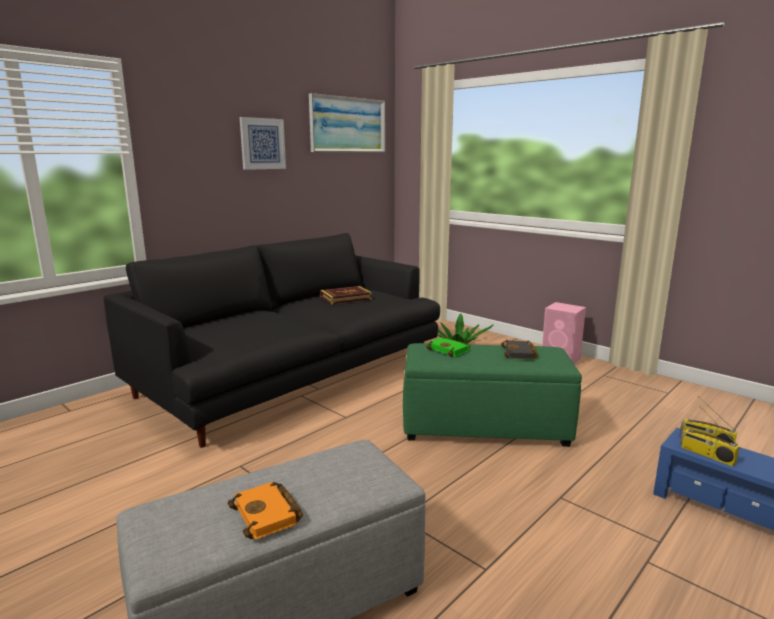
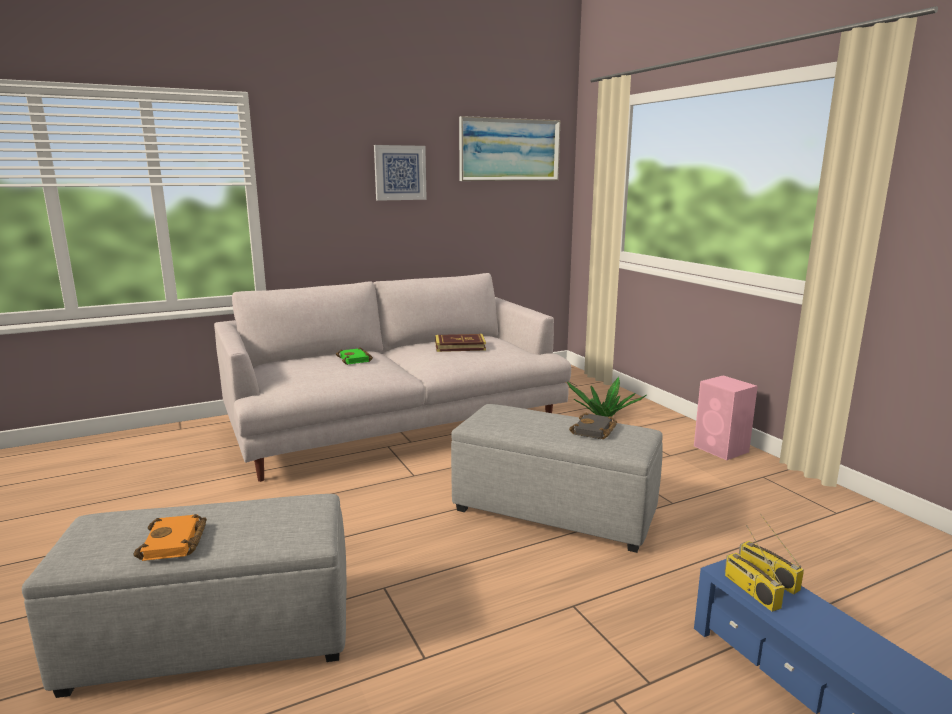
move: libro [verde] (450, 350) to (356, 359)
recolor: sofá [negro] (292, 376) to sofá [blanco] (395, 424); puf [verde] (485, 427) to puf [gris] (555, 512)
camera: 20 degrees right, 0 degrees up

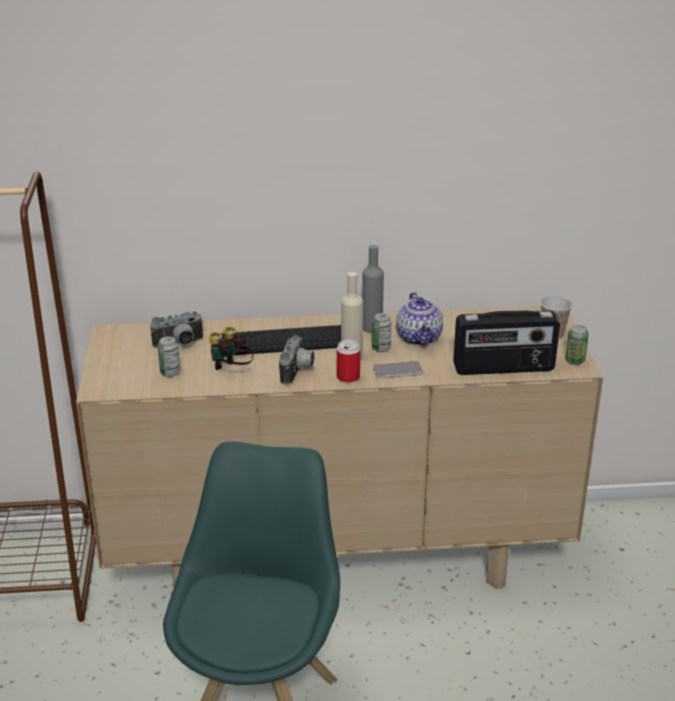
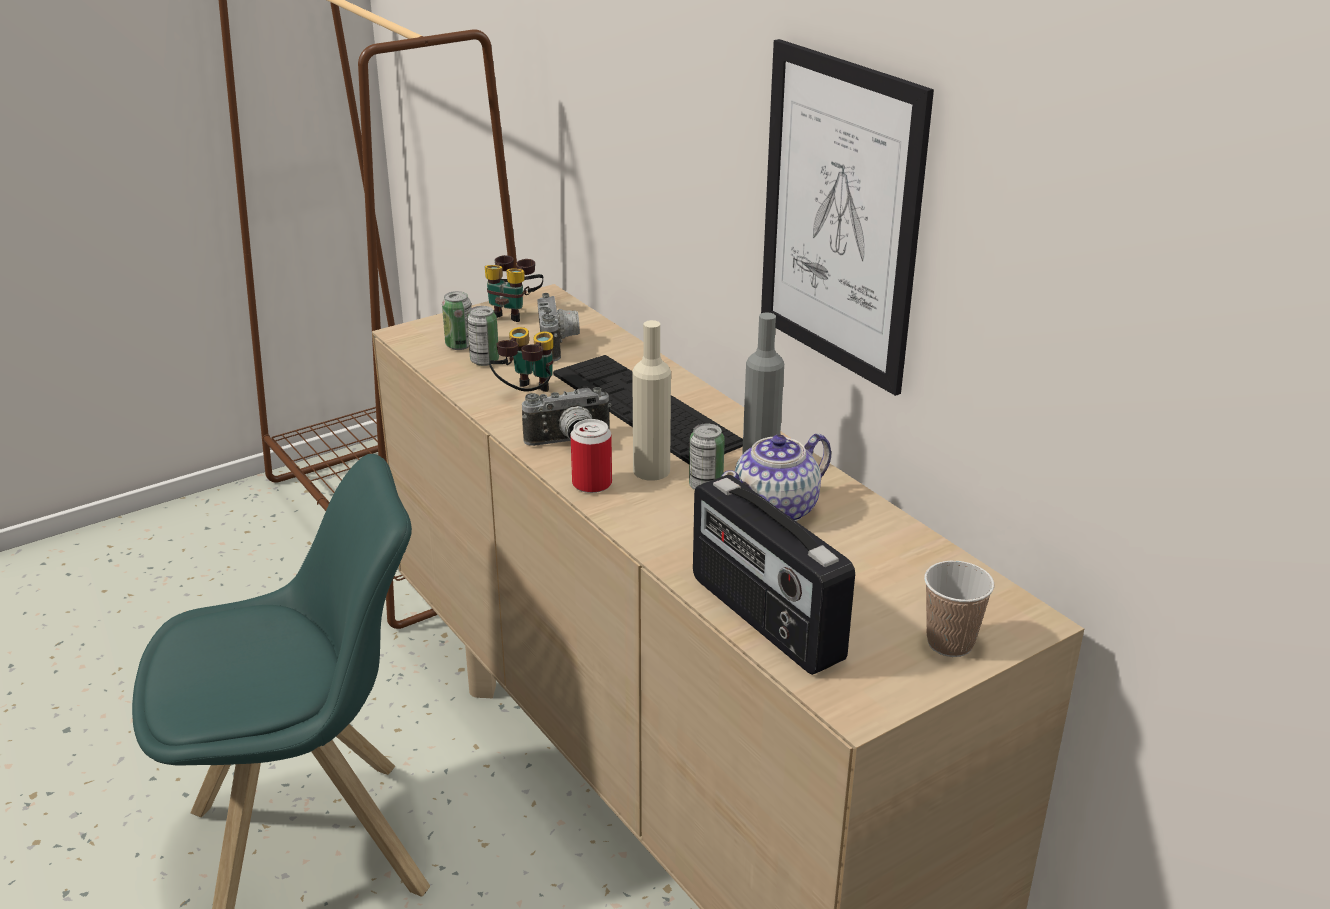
delete: móvil (397, 370)
insert: prismáticos (514, 313); cuadro (840, 216)
move: lata (575, 361) to (459, 345)
rotate: cámara (179, 344) = (559, 345) 135 degrees counterclockwise
camera: 60 degrees right, 0 degrees up

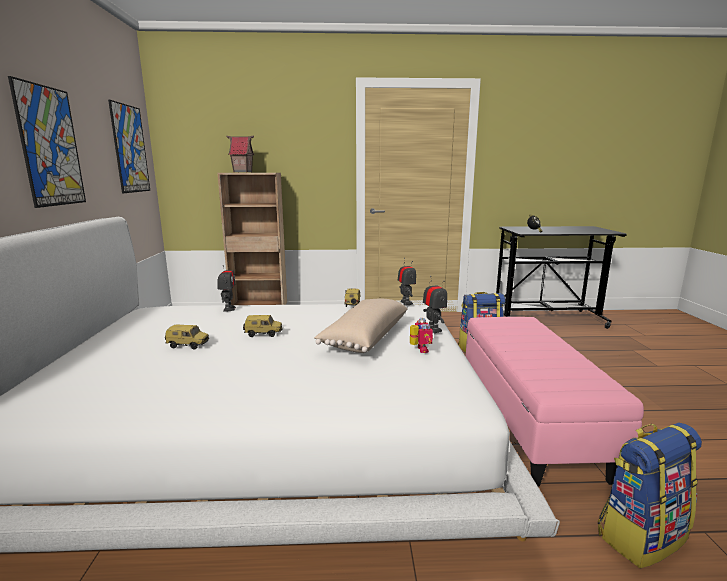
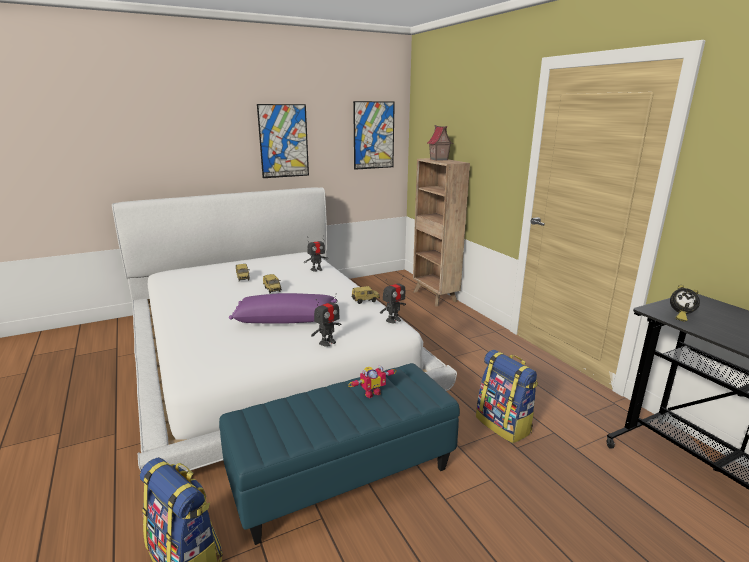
move: robot de juguete (419, 349) to (371, 392)
recolor: puf [rosa] (527, 422) to puf [azul] (343, 478); cojín [beis] (364, 337) to cojín [morado] (286, 319)
camera: 65 degrees right, 5 degrees up

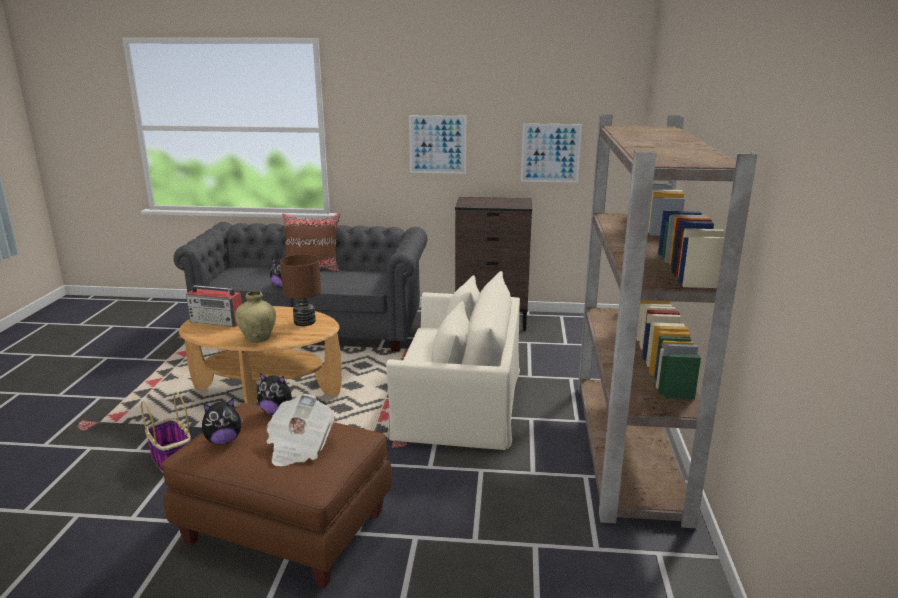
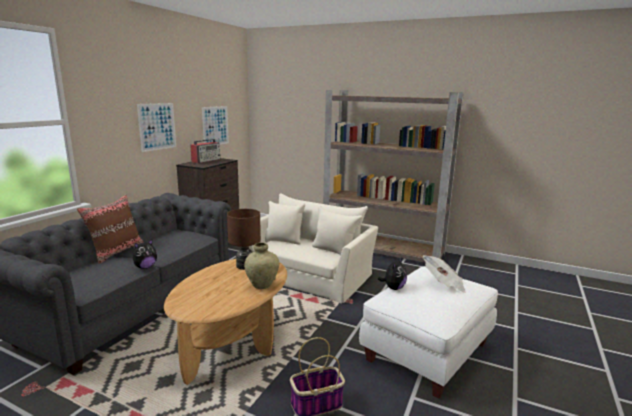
delete: peluche (223, 440)
move: radio (217, 321) to (206, 160)
recolor: puf [marrón] (287, 527) to puf [blanco] (427, 351)
camera: 70 degrees left, 5 degrees down

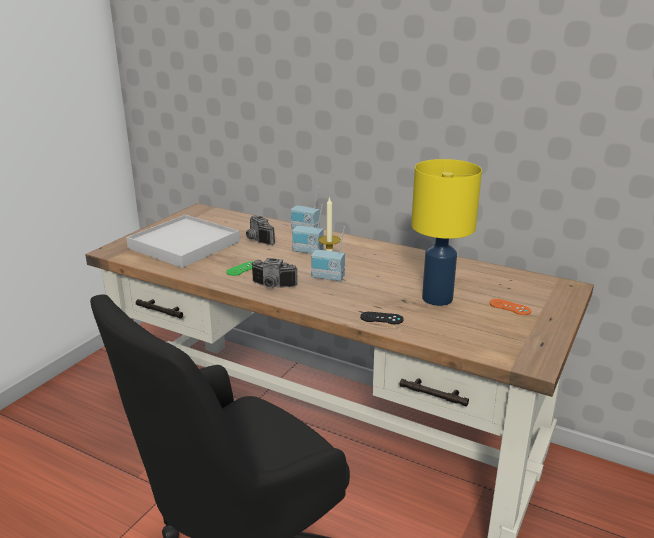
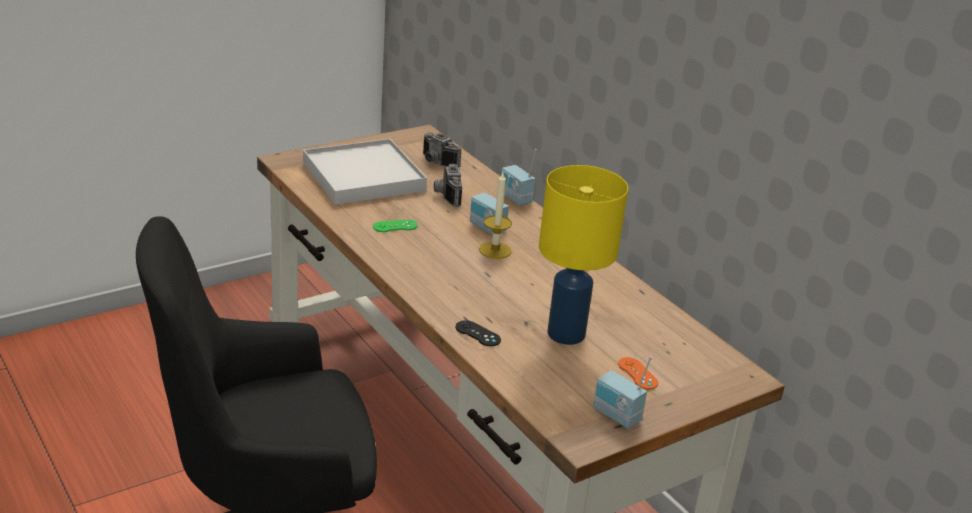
move: cámara (272, 286) to (436, 163); radio (327, 278) to (615, 416)
camera: 25 degrees right, 5 degrees up

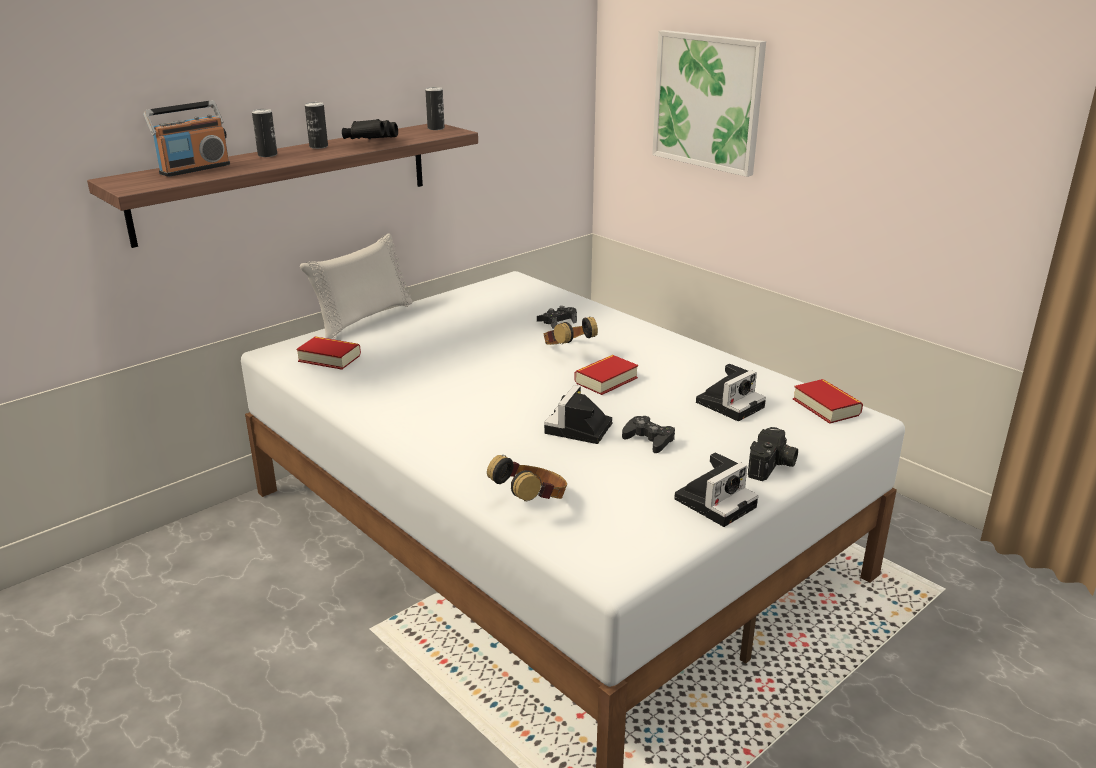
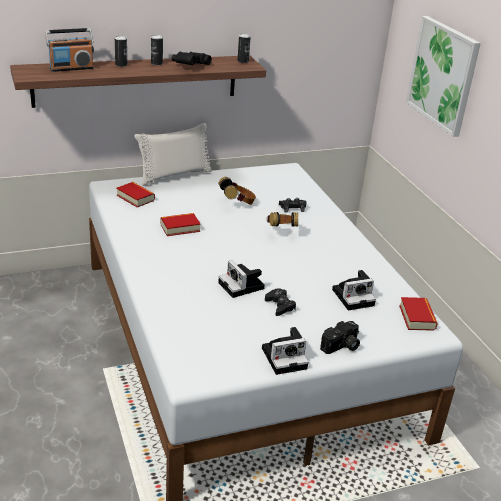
move: libro (606, 380) to (180, 228); auriculares (531, 502) to (237, 203)
rotate: cámara (578, 430) = (242, 286) 75 degrees counterclockwise
camera: 20 degrees right, 5 degrees up

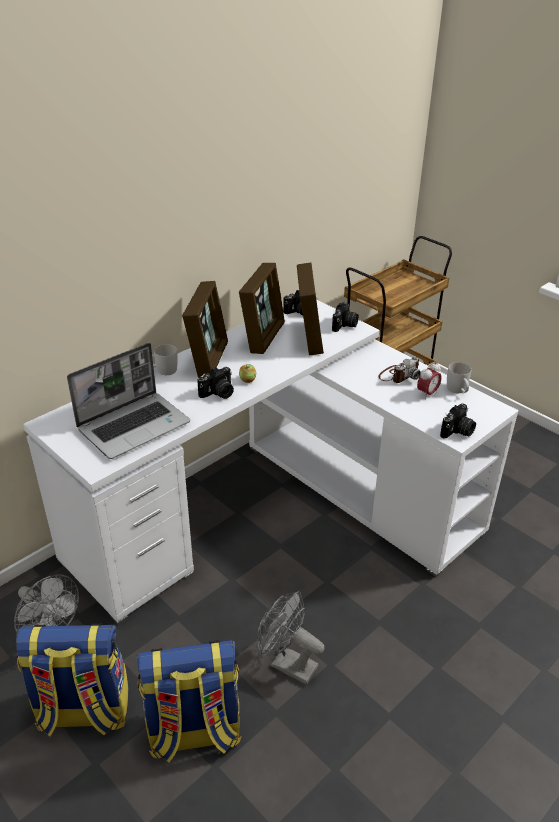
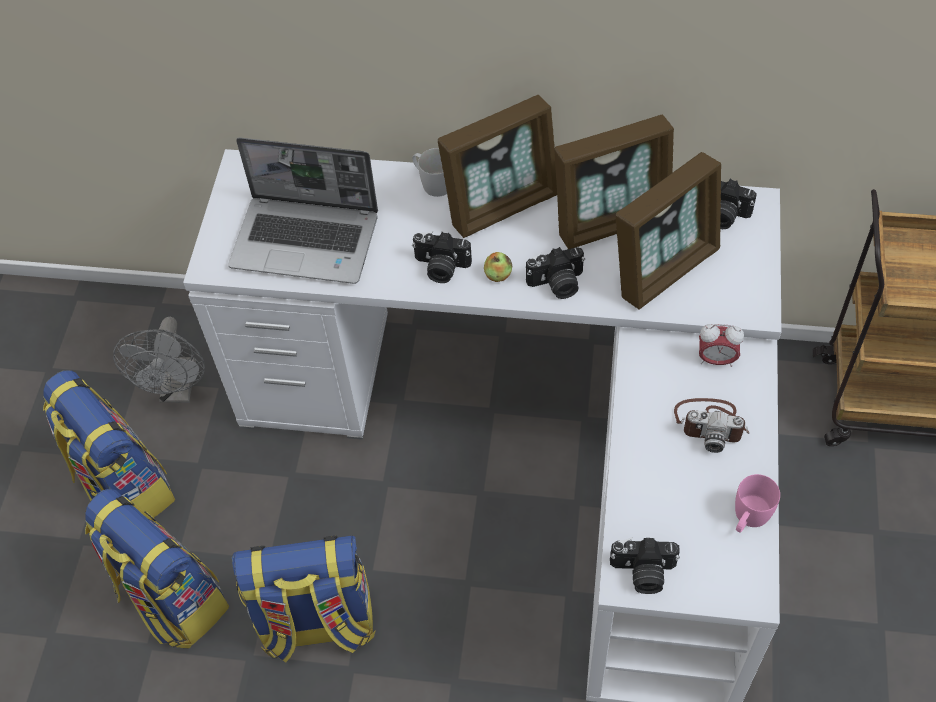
move: cámara (345, 325) to (557, 284); despertador (427, 393) to (716, 359)
replace: ventilador [gris] (287, 664) to mochila (317, 624)
recolor: taza grande [blanco] (458, 390) to taza grande [rosa] (748, 518)
camera: 55 degrees right, 20 degrees up

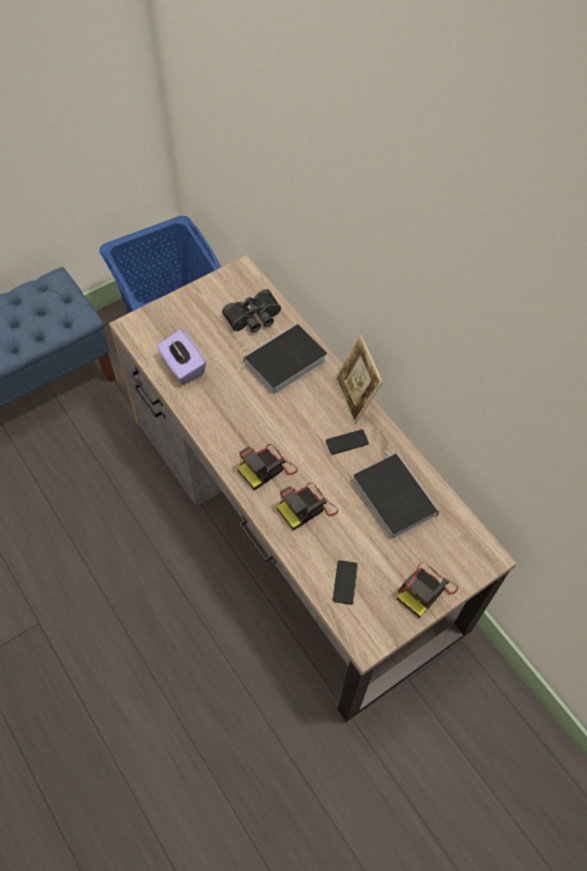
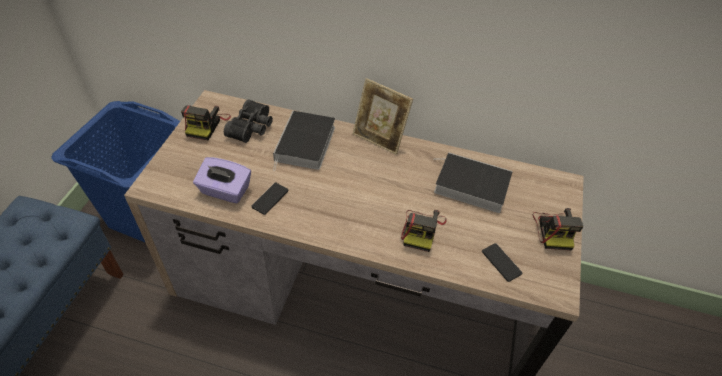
move: cámara (267, 468) to (207, 125); móvil (347, 442) to (270, 199)
camera: 40 degrees left, 10 degrees down

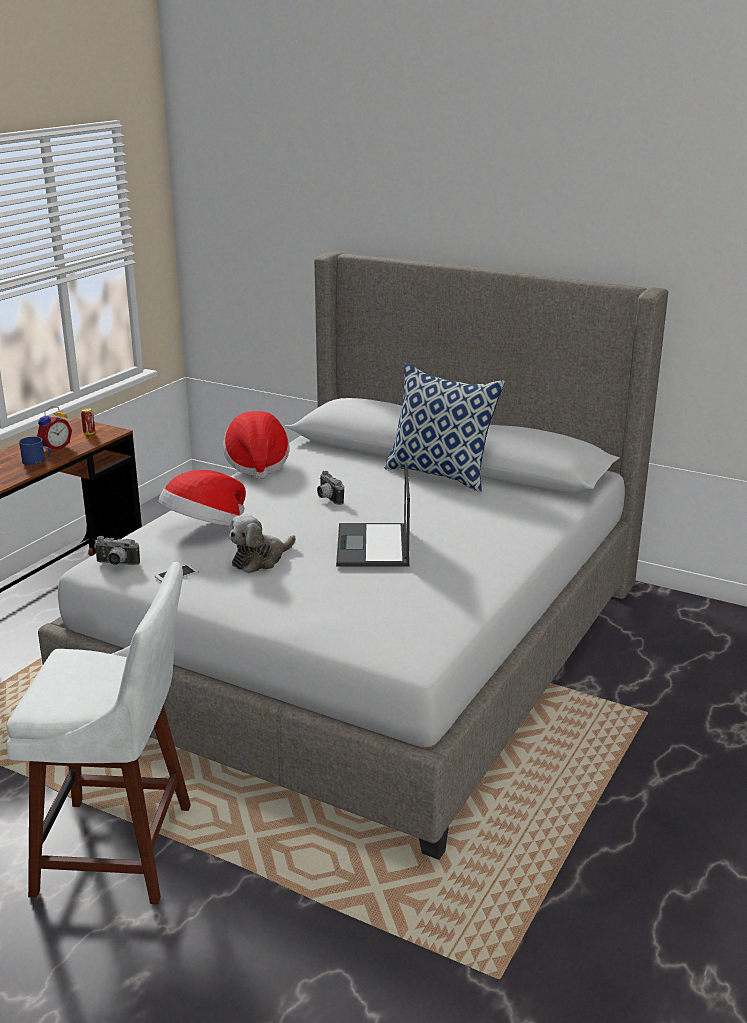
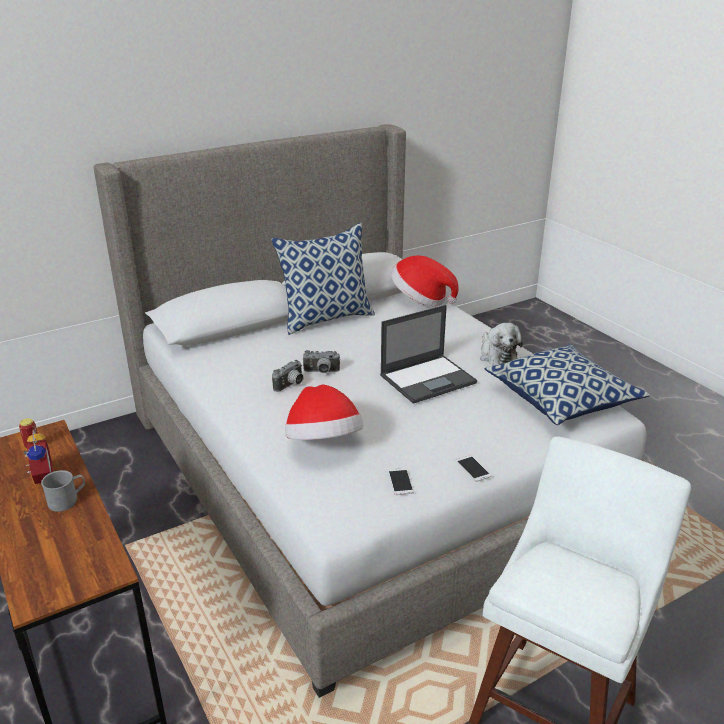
insert: móvil (473, 468); cojín (562, 399)
move: cámara (116, 564) to (291, 385); sombrero (257, 465) to (421, 299); peluche (260, 559) to (497, 355)
recolor: taza grande [azul] (37, 462) to taza grande [gris] (67, 500)
rotate: portátil (373, 546) = (428, 378) 60 degrees counterclockwise
camera: 60 degrees left, 5 degrees up

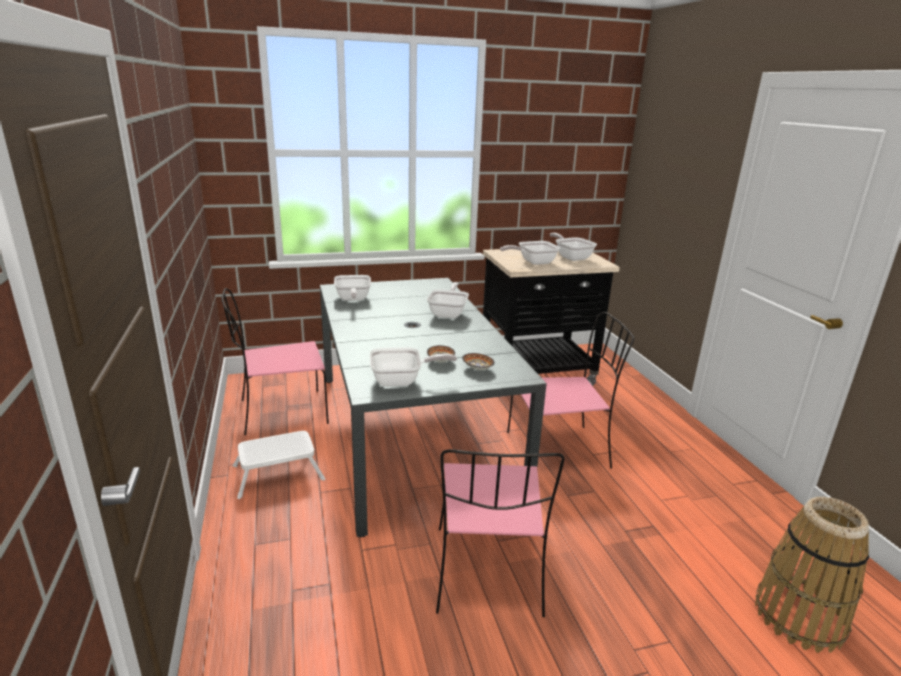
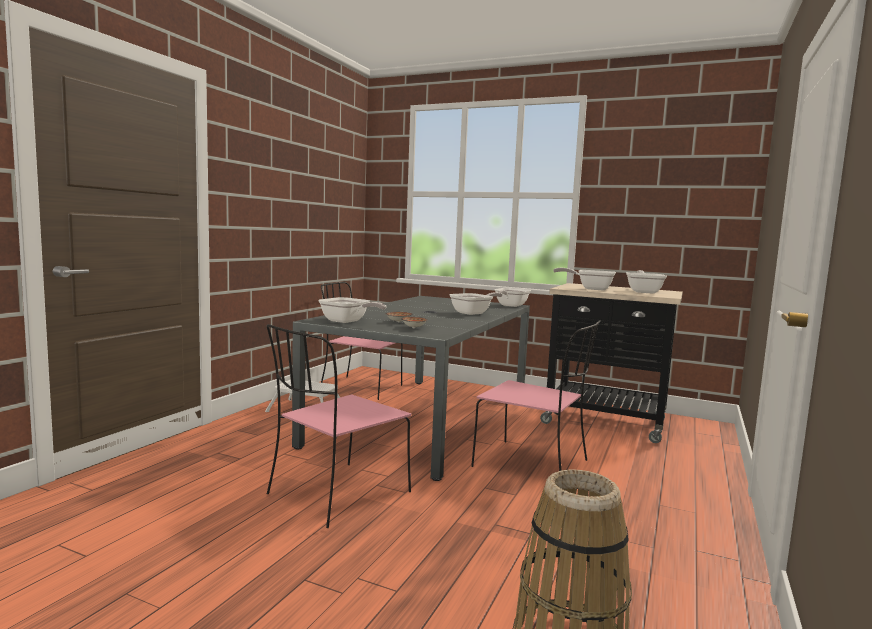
move: sartén (352, 299) to (509, 306)
camera: 40 degrees right, 15 degrees down

